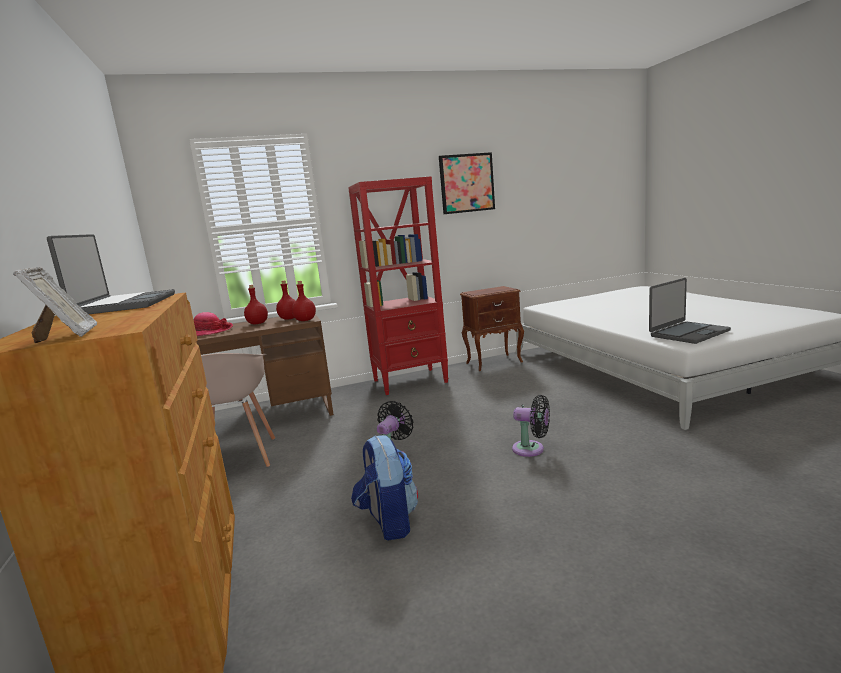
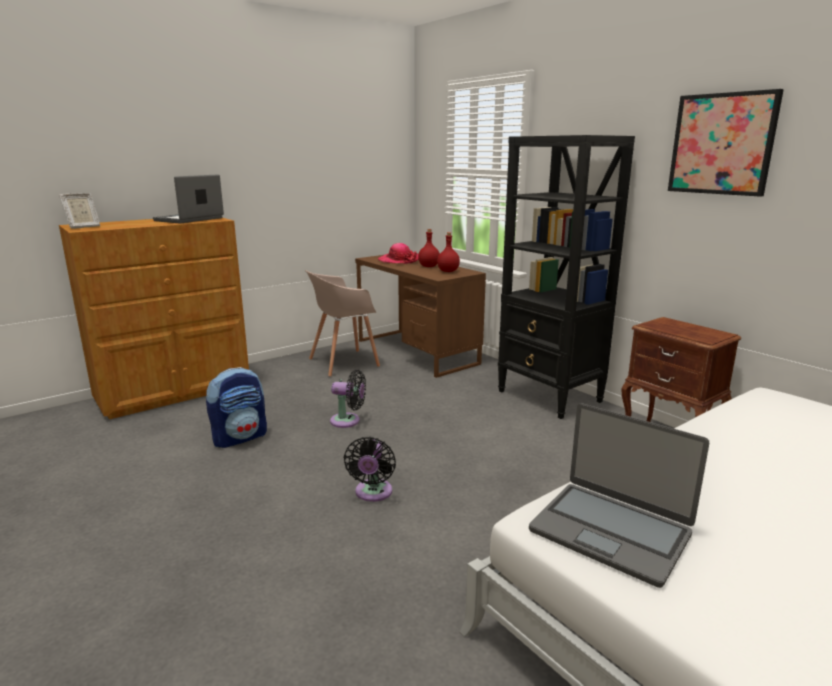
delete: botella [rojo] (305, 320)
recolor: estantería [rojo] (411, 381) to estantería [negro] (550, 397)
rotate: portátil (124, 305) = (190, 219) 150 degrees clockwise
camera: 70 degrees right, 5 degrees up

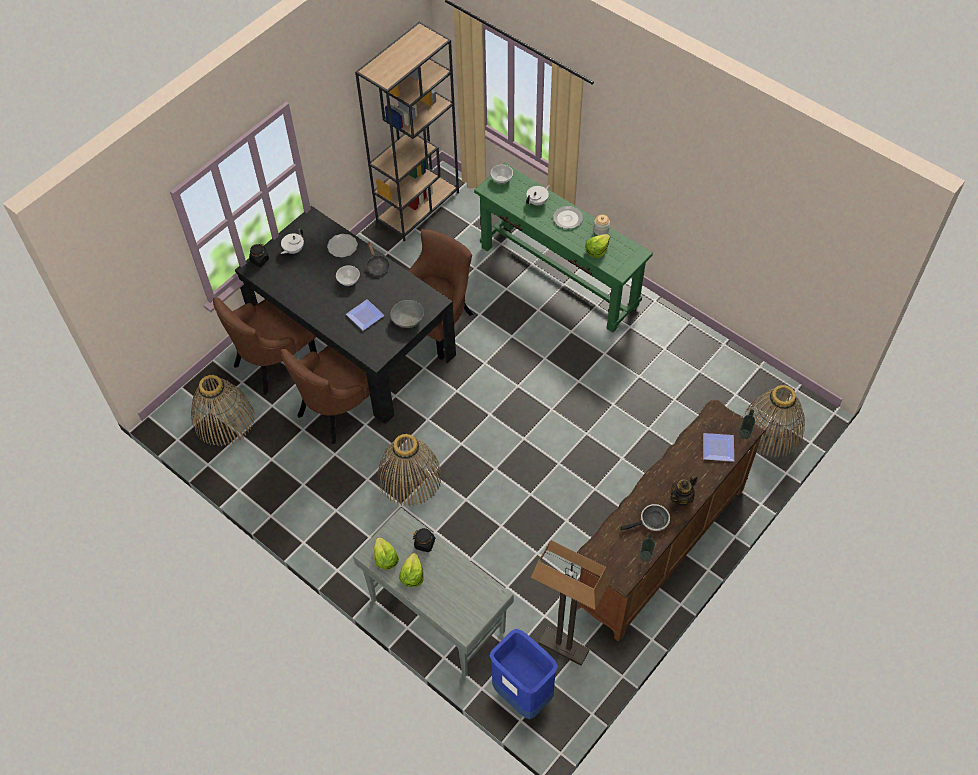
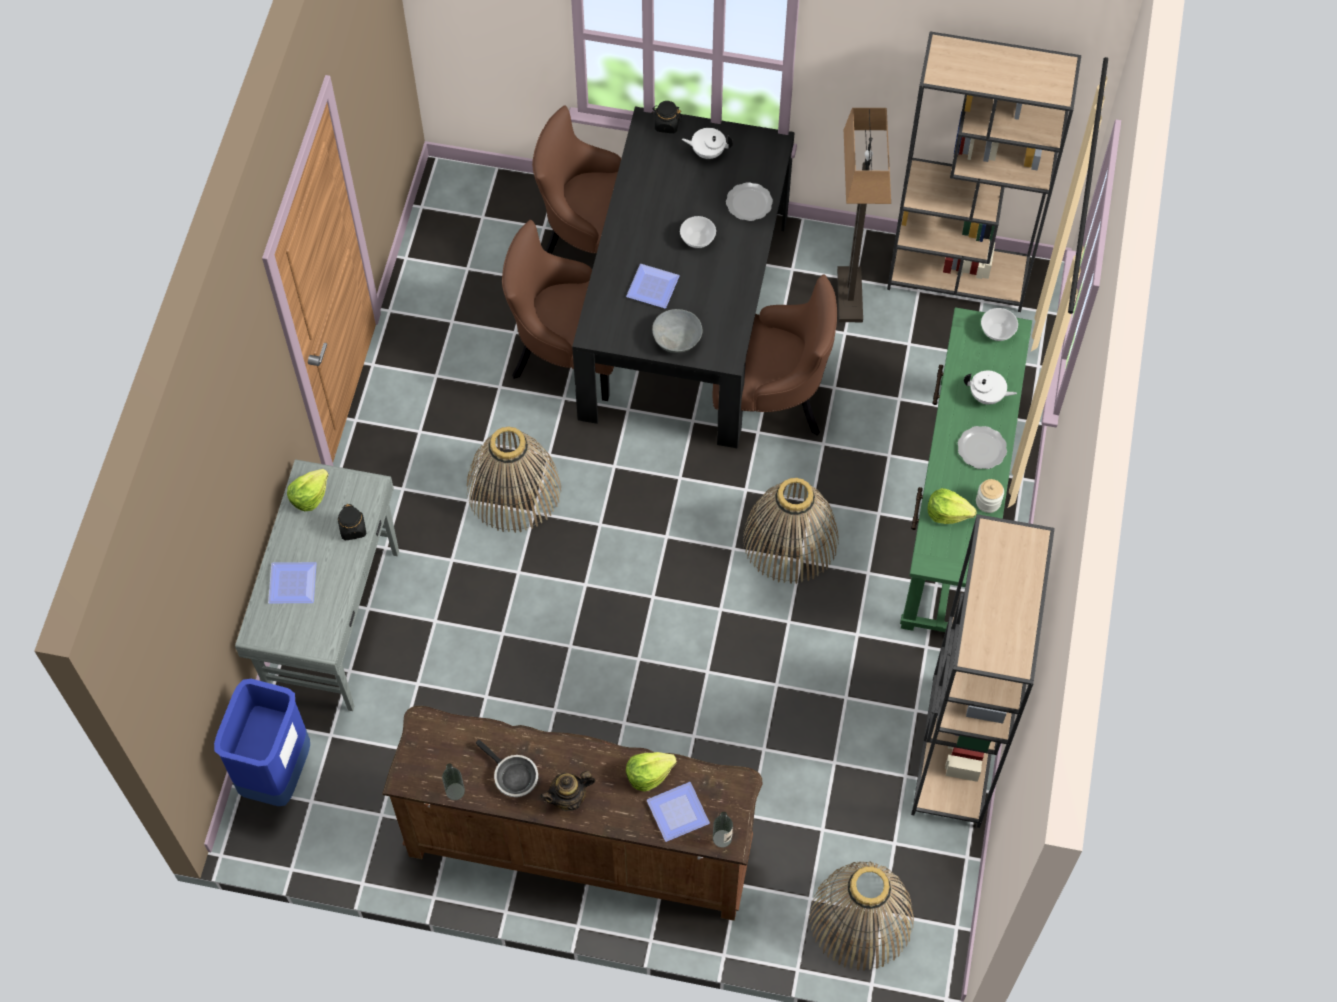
delete: sartén [negro] (377, 265)
insert: plato (294, 582); estantería (956, 752)
move: lechuga (412, 575) to (648, 774); cesta (223, 419) to (790, 540); lámpara de pie (563, 647) to (849, 295)
rotate: tetera (681, 498) = (569, 798) 45 degrees counterclockwise
camera: 60 degrees right, 5 degrees up

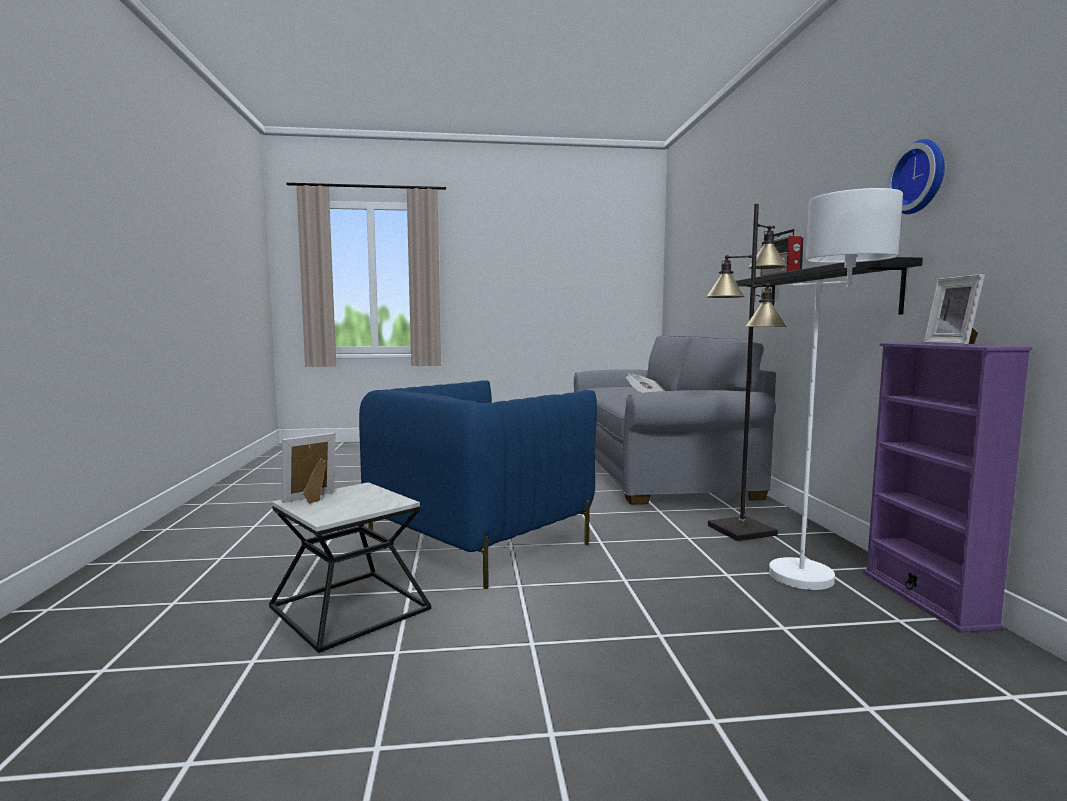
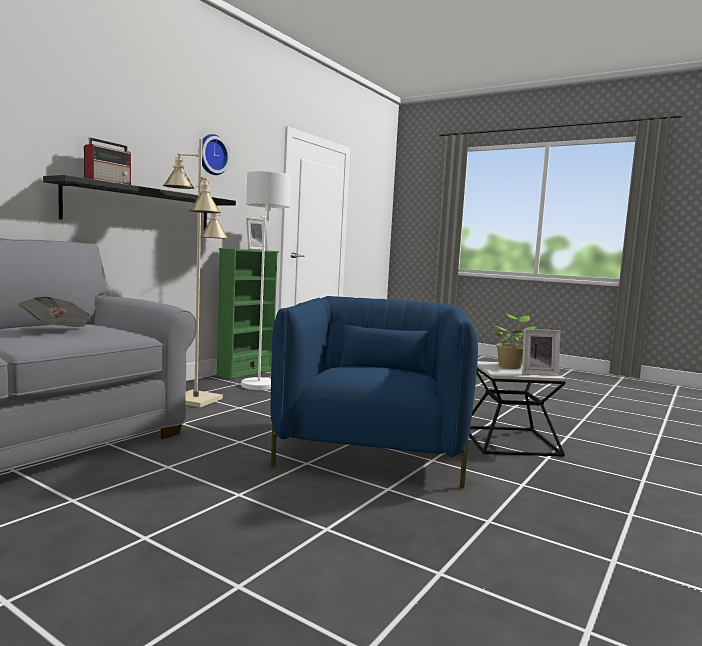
insert: planta en maceta (510, 366)
recolor: lámpara de pie [negro] (742, 530) to lámpara de pie [beis] (195, 400); estantería [morado] (926, 598) to estantería [verde] (246, 372)
rotate: sillón [azul] (476, 539) = (374, 451) 75 degrees counterclockwise
camera: 140 degrees left, 0 degrees up

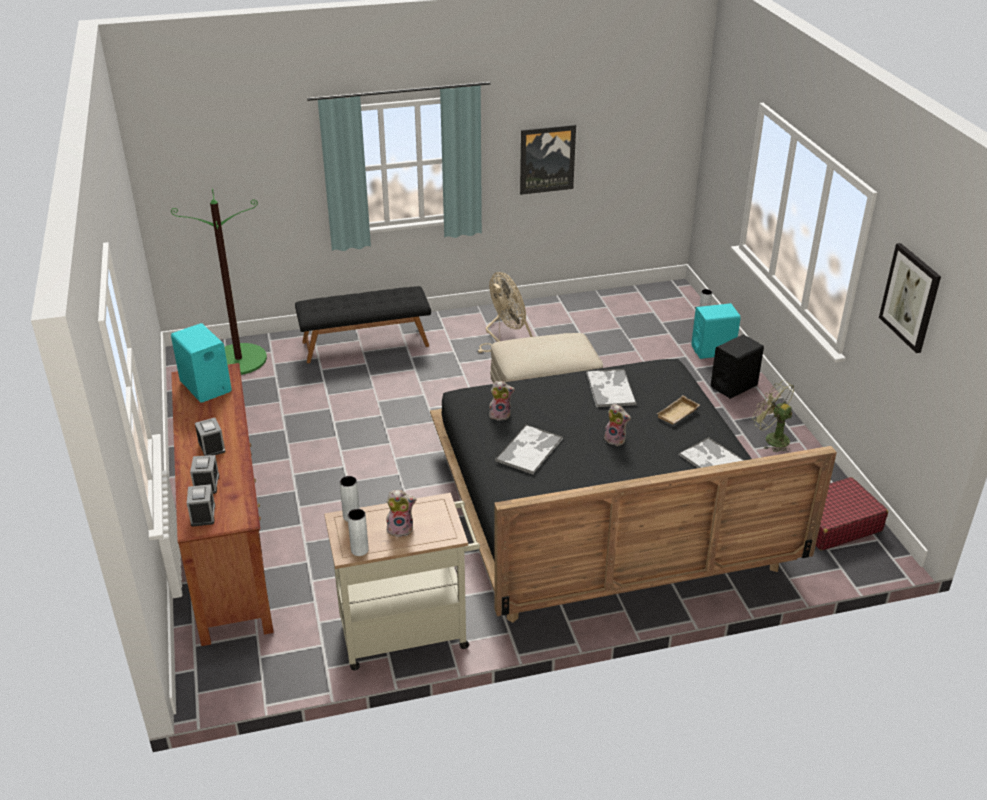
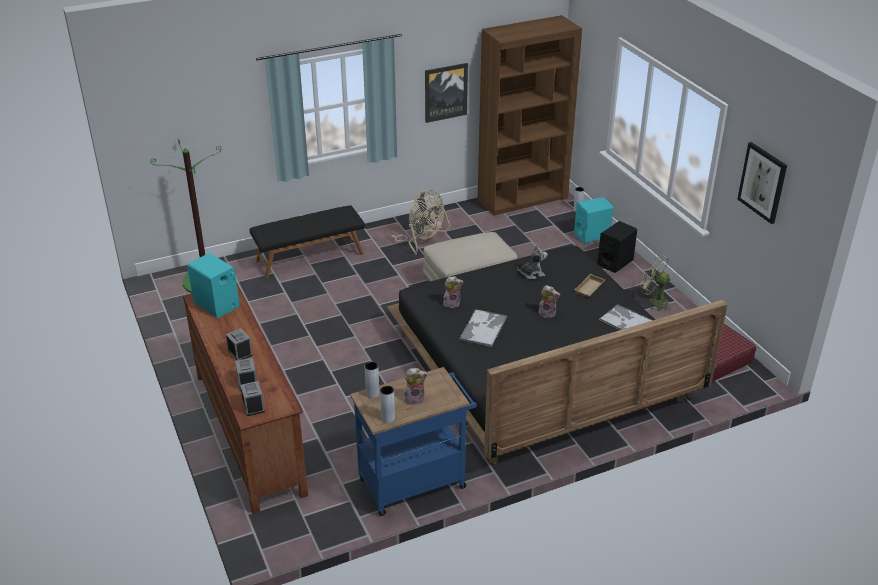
insert: estantería [marrón] (523, 198)
replace: bandeja (610, 388) to peluche (532, 274)
recolor: carrito [beis] (408, 634) to carrito [azul] (415, 483)
rotate: ventilador [beis] (502, 336) = (421, 240) 75 degrees clockwise
camera: 10 degrees left, 0 degrees up

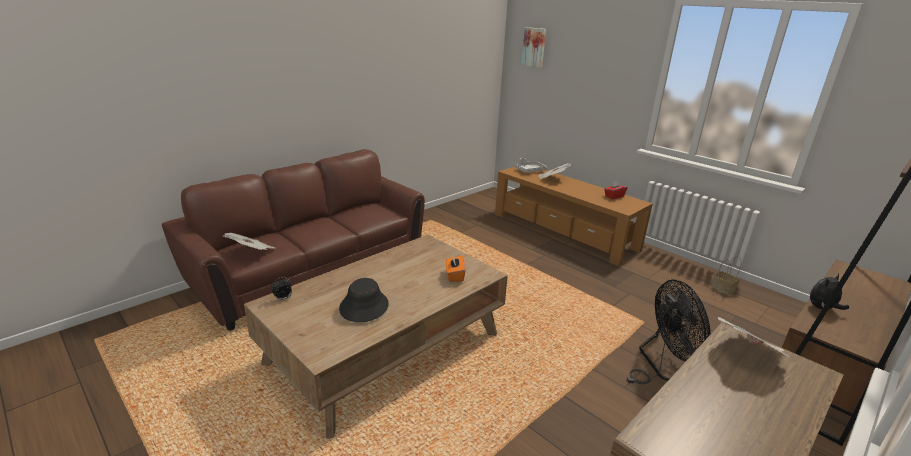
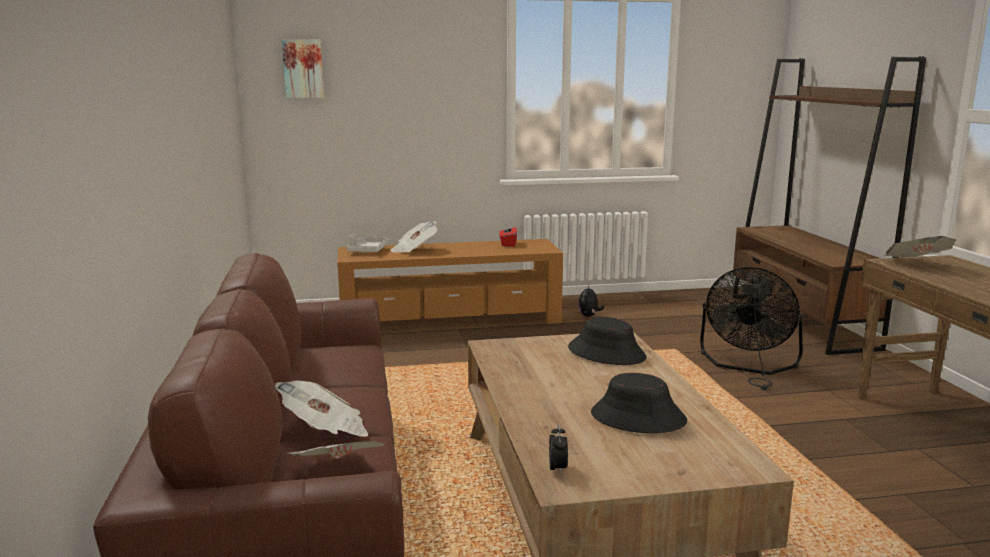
delete: cesta (723, 289)
insert: periódico (325, 431)
move: peluche (822, 308) to (589, 316)
replace: caja de pañuelos [naranja] (454, 275) to sombrero [negro] (606, 353)
camera: 55 degrees left, 10 degrees down

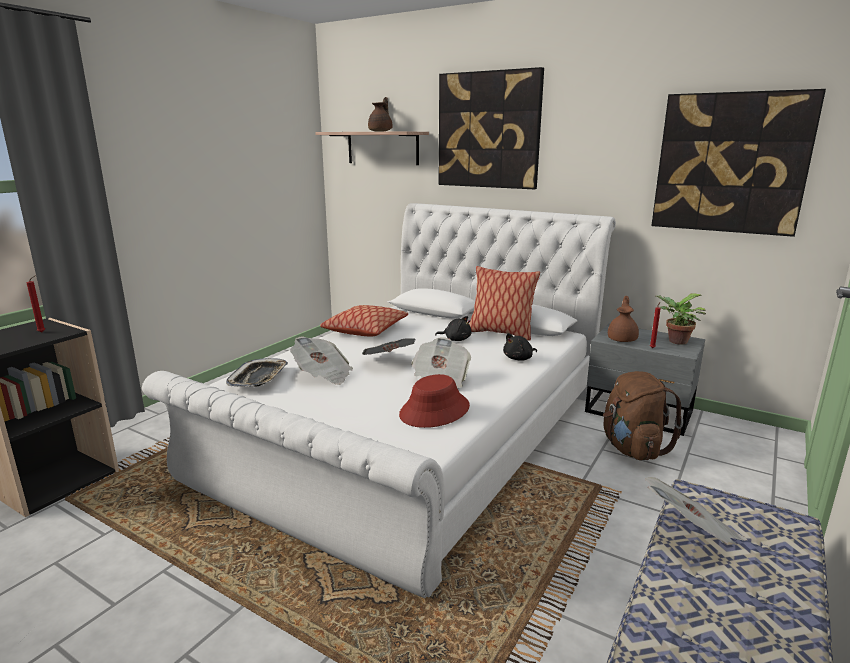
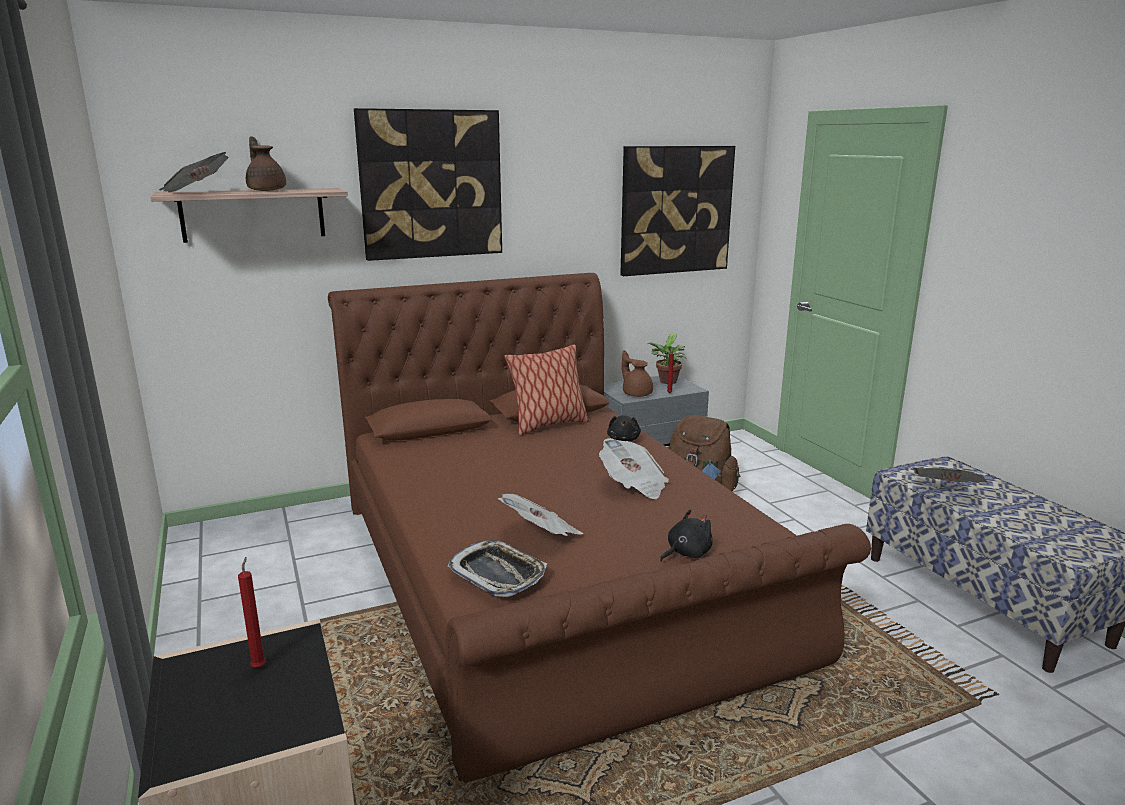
delete: cojín (365, 330); sombrero [rojo] (435, 411)
move: periódico (388, 361) to (196, 193); peluche [negro] (456, 339) to (686, 553)
recolor: cama [blanco] (415, 432) to cama [marrón] (549, 572)
camera: 55 degrees left, 0 degrees up

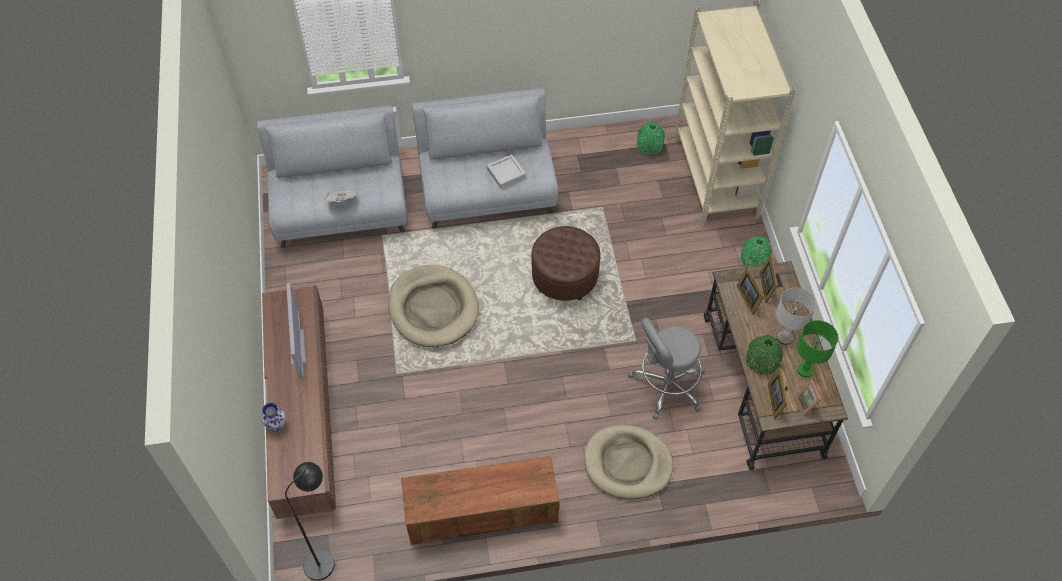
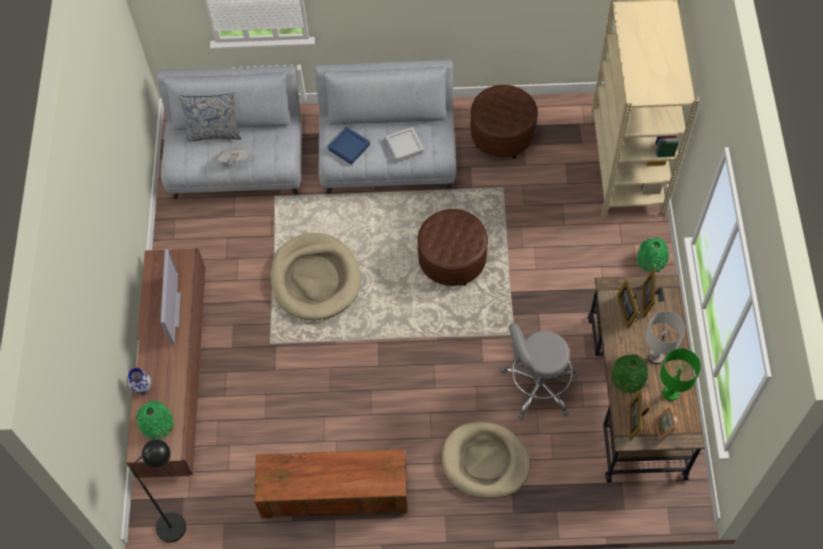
insert: cojín (214, 132); bandeja [azul] (349, 147); puf [marrón] (502, 136)
move: florero [verde] (649, 146) to (157, 425)
camera: 10 degrees right, 5 degrees up

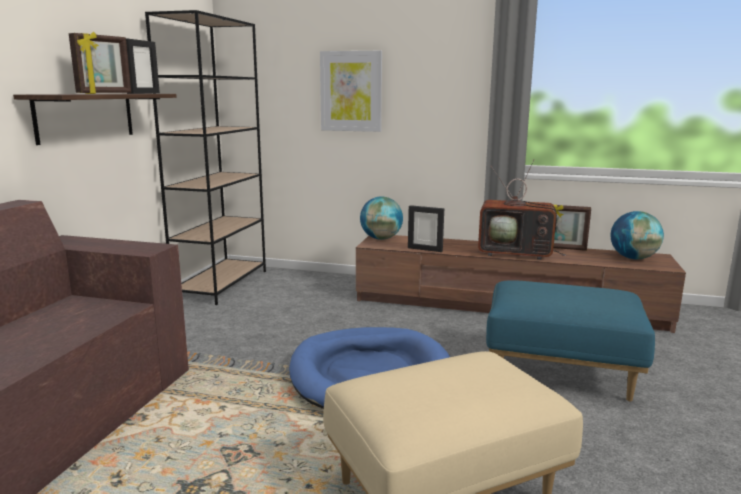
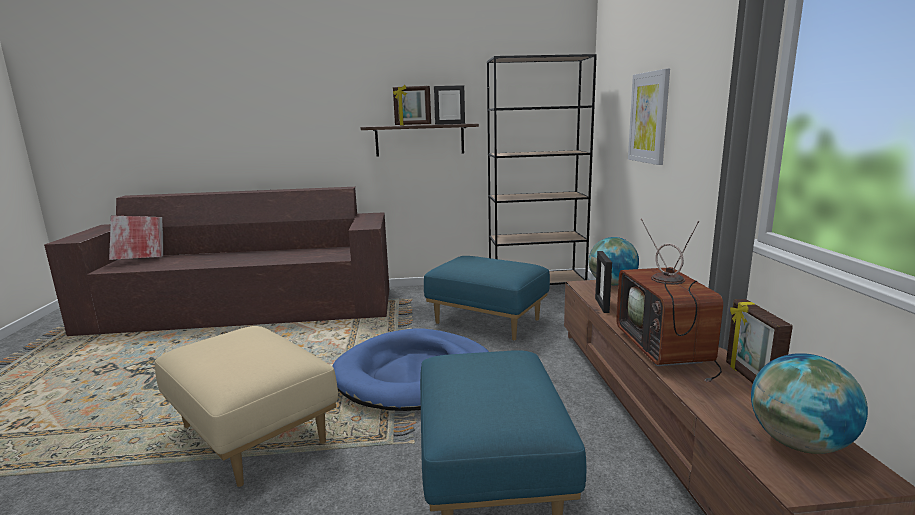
insert: puf [azul] (488, 321)
camera: 70 degrees right, 0 degrees up

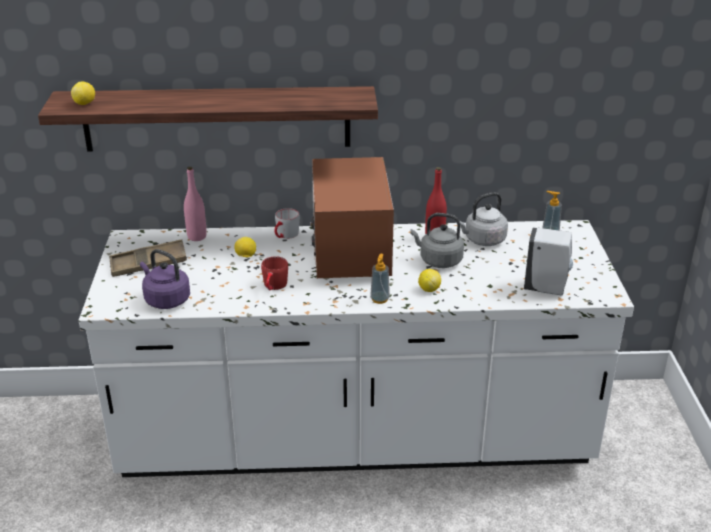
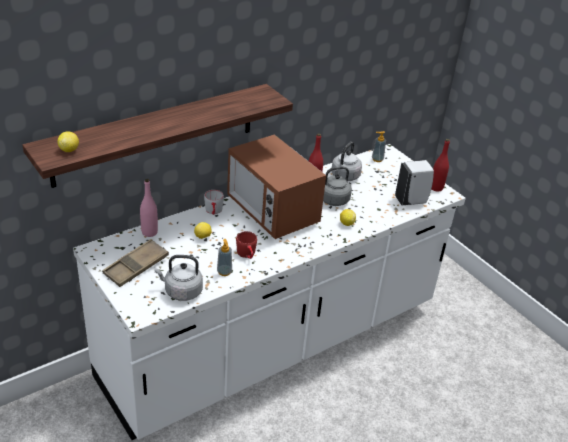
insert: botella [rojo] (436, 188)
move: dispensador de jabón (379, 299) to (224, 272)
recolor: hervidor [morado] (165, 300) to hervidor [gris] (181, 291)
camera: 35 degrees left, 5 degrees up

